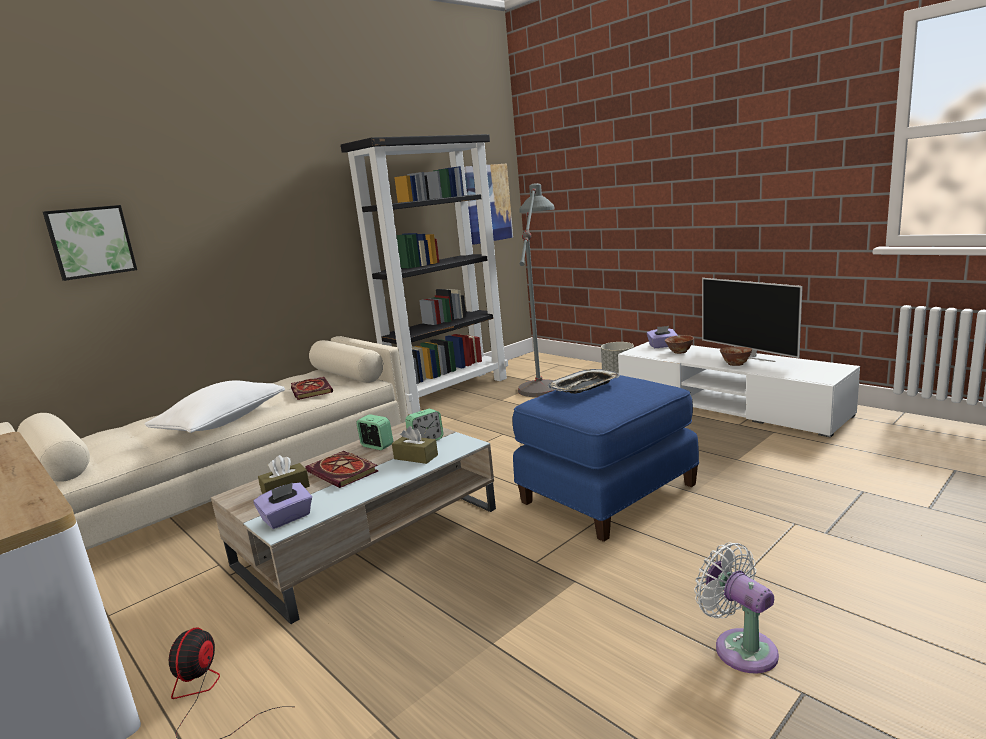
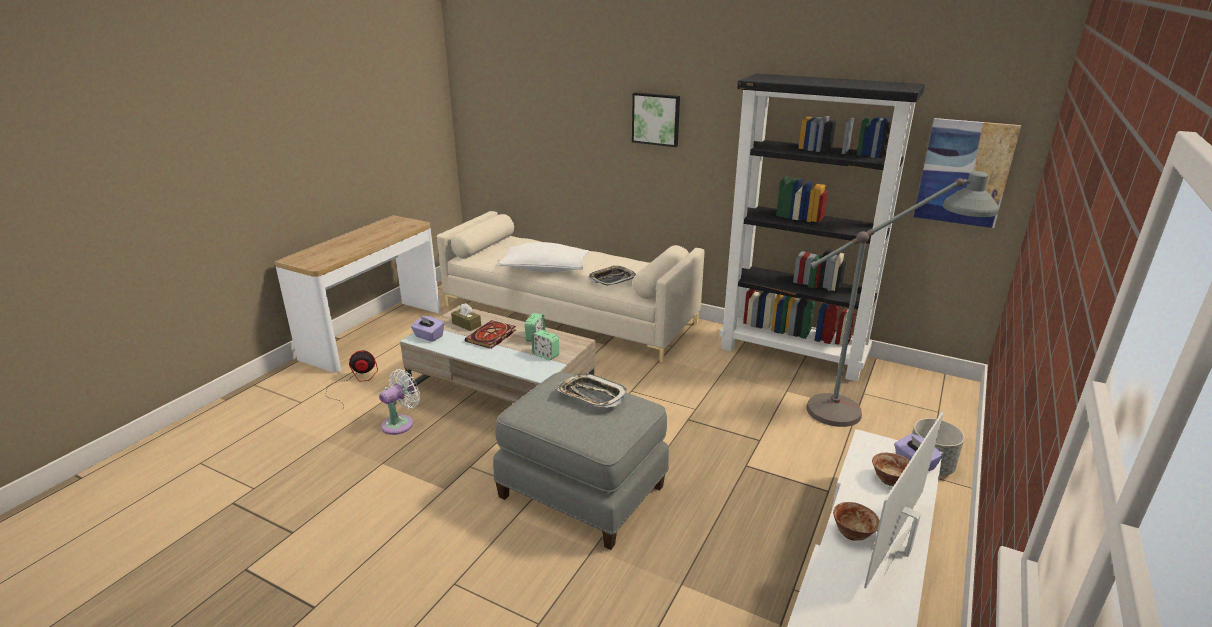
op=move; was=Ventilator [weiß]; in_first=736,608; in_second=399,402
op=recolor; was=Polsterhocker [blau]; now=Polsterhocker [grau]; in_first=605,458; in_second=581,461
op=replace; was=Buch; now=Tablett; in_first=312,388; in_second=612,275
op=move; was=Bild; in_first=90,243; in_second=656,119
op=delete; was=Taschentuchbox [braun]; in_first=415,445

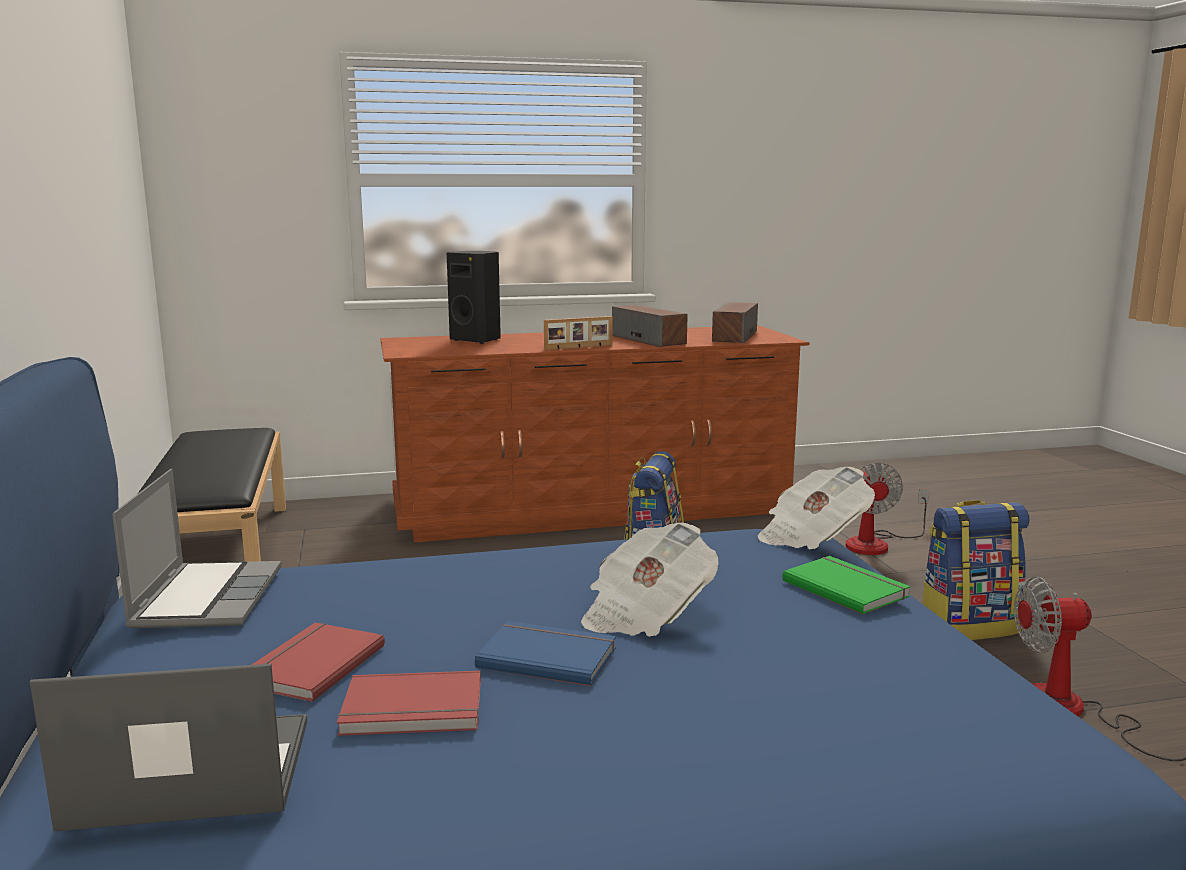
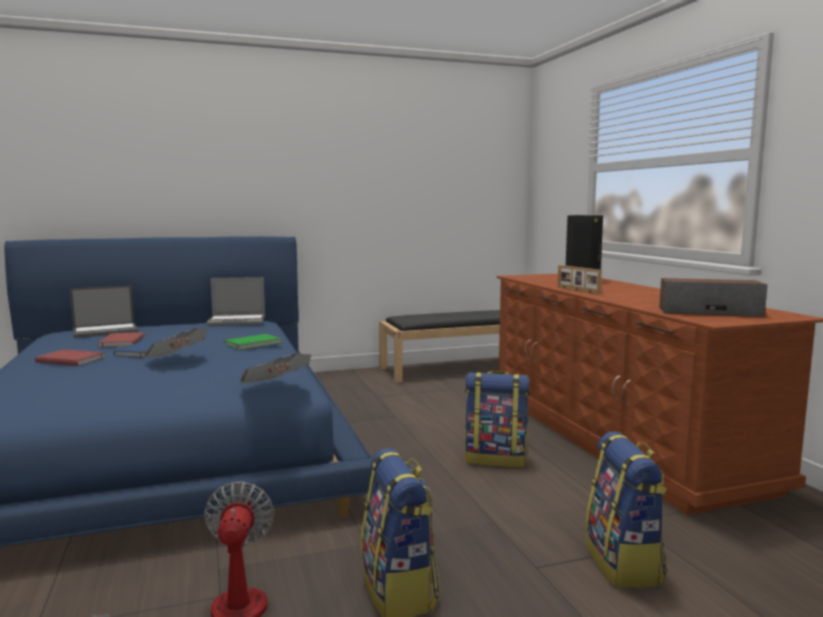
op=move; was=Buch [rot]; in_first=318,662; in_second=70,357
op=rotate; was=Laptop; in_first=168,747; in_second=104,311; clockwise=75
op=move; was=Buch [grün]; in_first=846,585; in_second=253,342
op=replace; was=Ventilator; now=Rucksack; in_first=888,509; in_second=626,509
op=delete; was=Lautsprecher; in_first=650,326

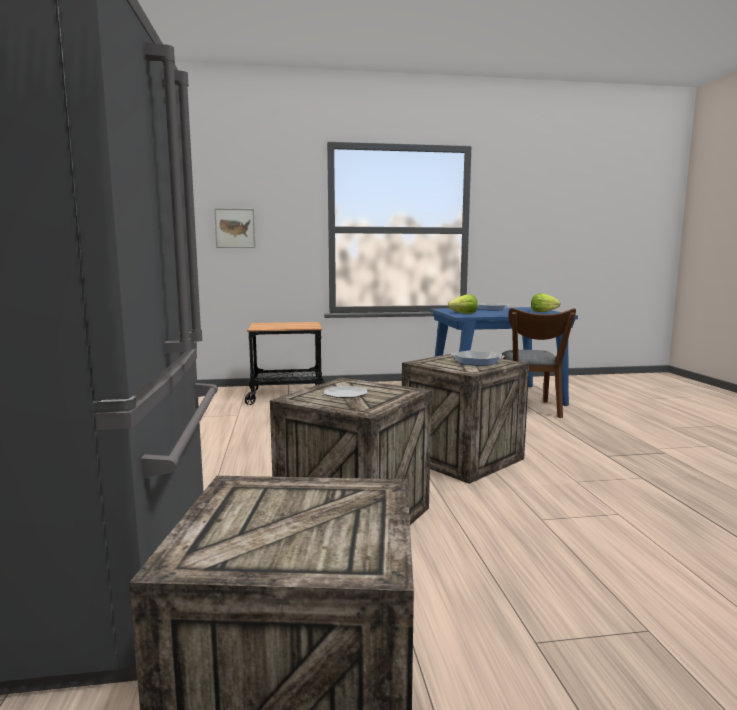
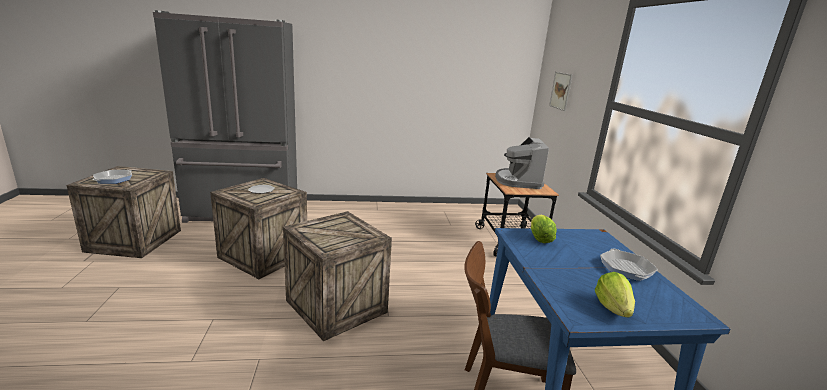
op=move; was=Pfanne; in_first=478,358; in_second=112,177
op=insert; now=Kaffeemaschine; in_second=522,163

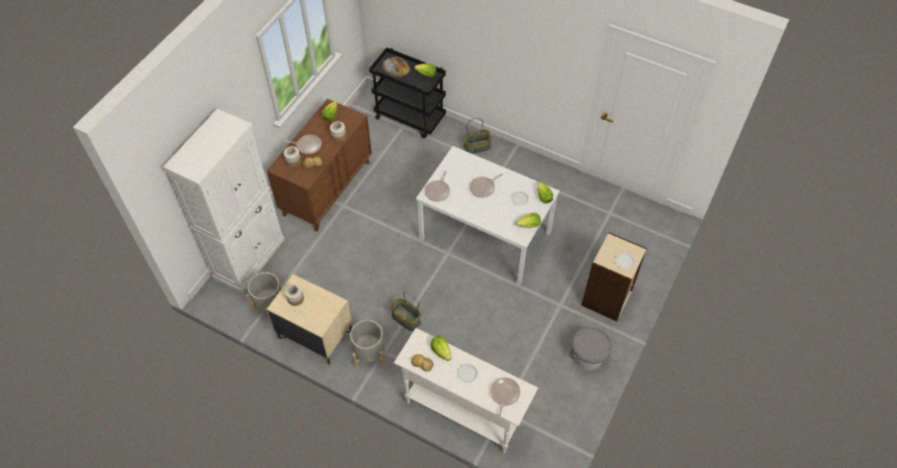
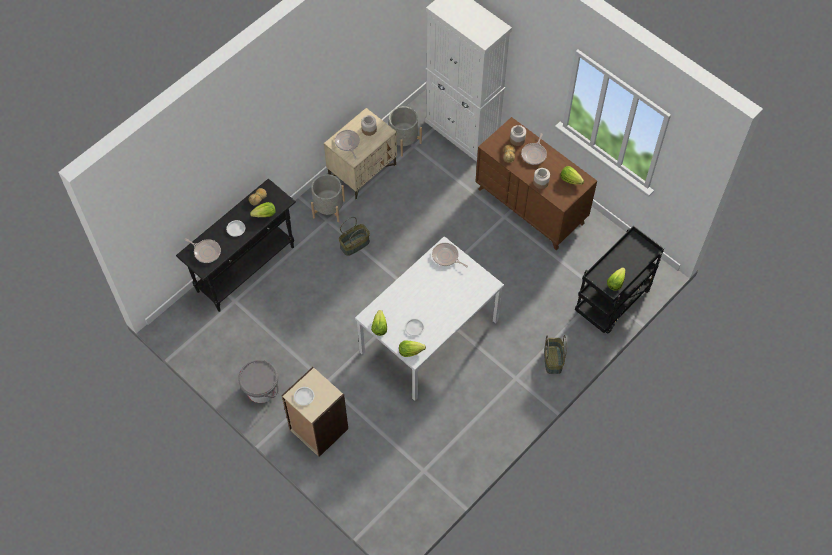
op=recolor; was=Konsolentisch [weiß]; now=Konsolentisch [schwarz]; in_first=466,390; in_second=236,245
op=move; was=Pfanne; in_first=486,186; in_second=347,144
op=delete; was=Brot; in_first=396,67

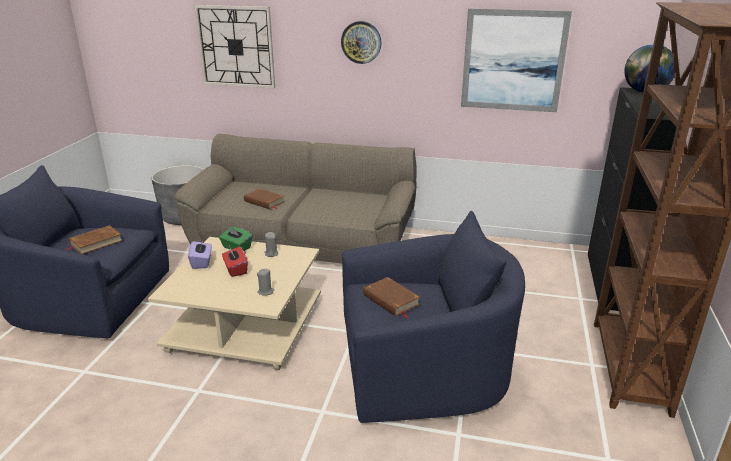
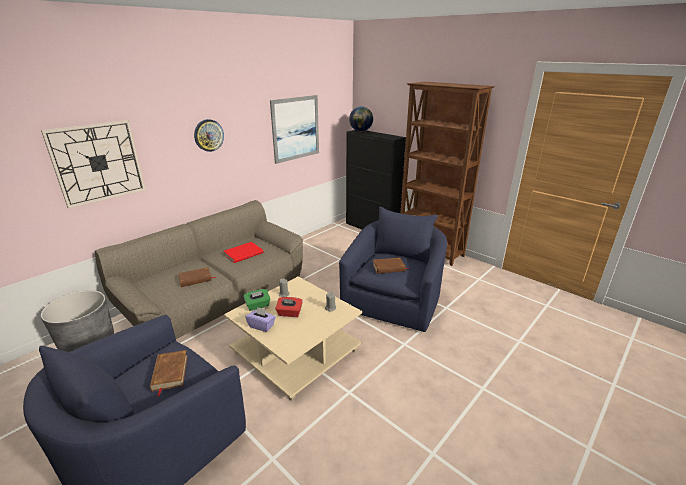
op=insert; now=Buch [rot]; in_second=243,252

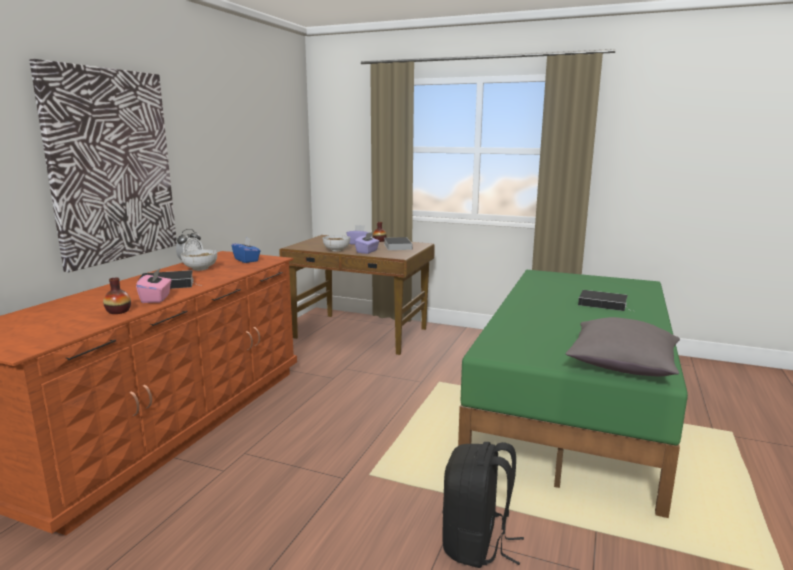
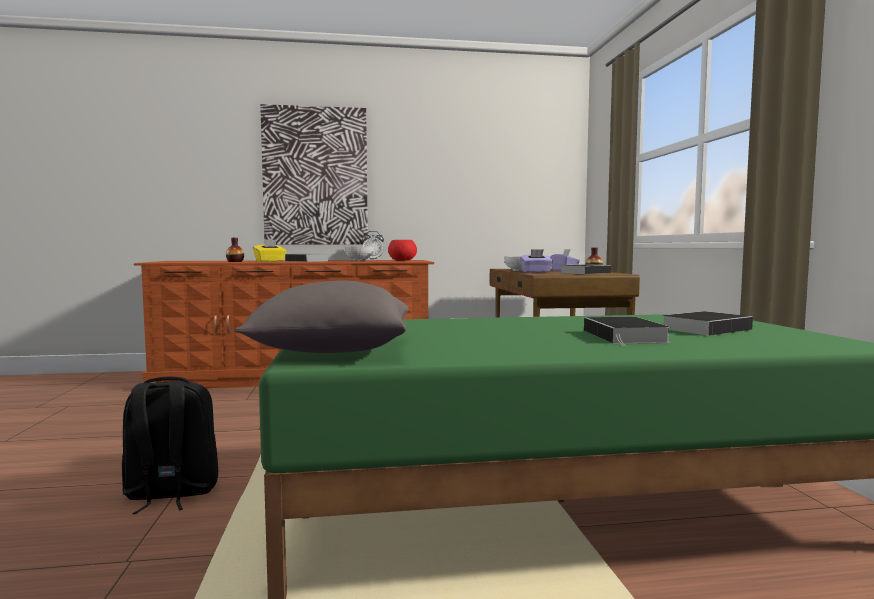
op=recolor; was=Taschentuchbox [rosa]; now=Taschentuchbox [gelb]; in_first=154,286; in_second=269,250
op=replace; was=Taschentuchbox [blau]; now=Schüssel [rot]; in_first=246,250; in_second=402,250
op=insert; now=Buch; in_second=709,323

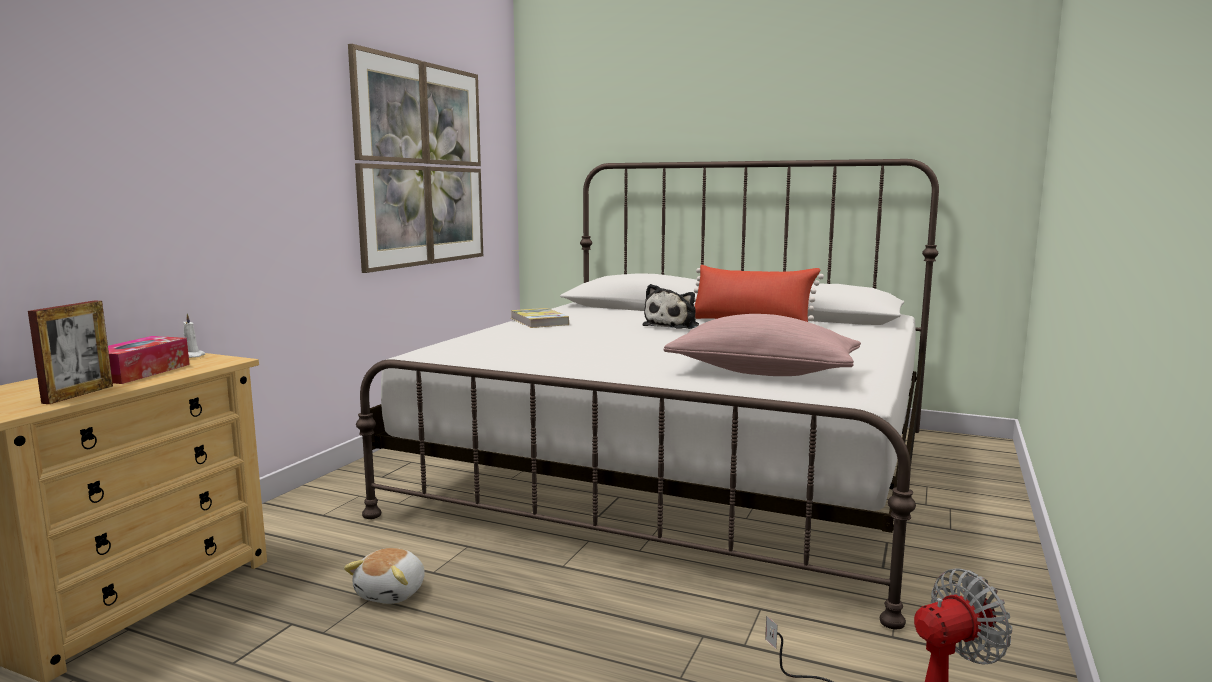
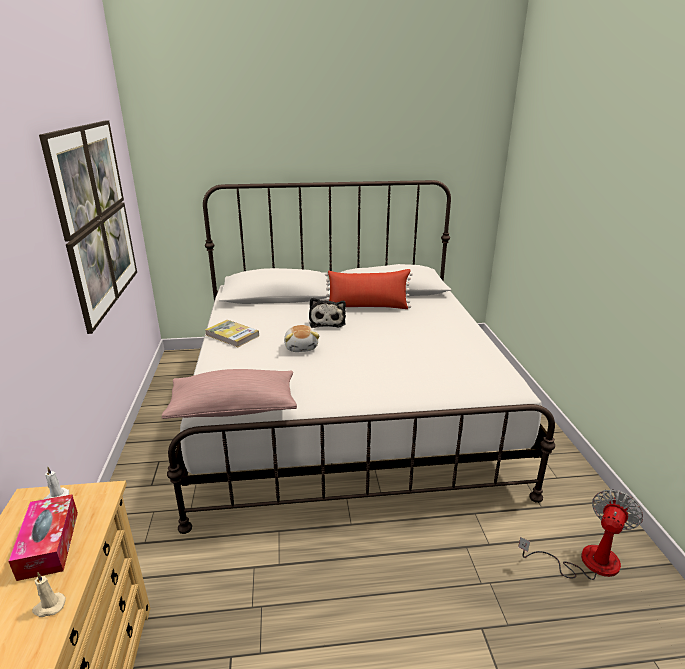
op=replace; was=Bilderrahmen; now=Kerze [beige]; in_first=70,352; in_second=49,594
op=move; was=Kissen [rosa]; in_first=762,345; in_second=229,394
op=move; was=Plüschtier; in_first=384,576; in_second=302,338

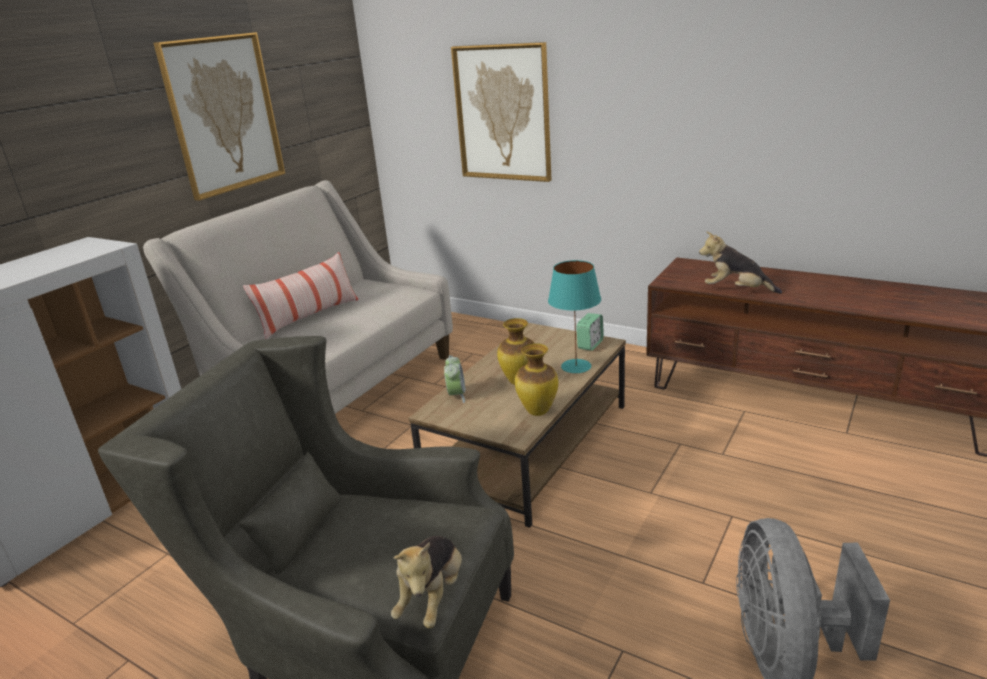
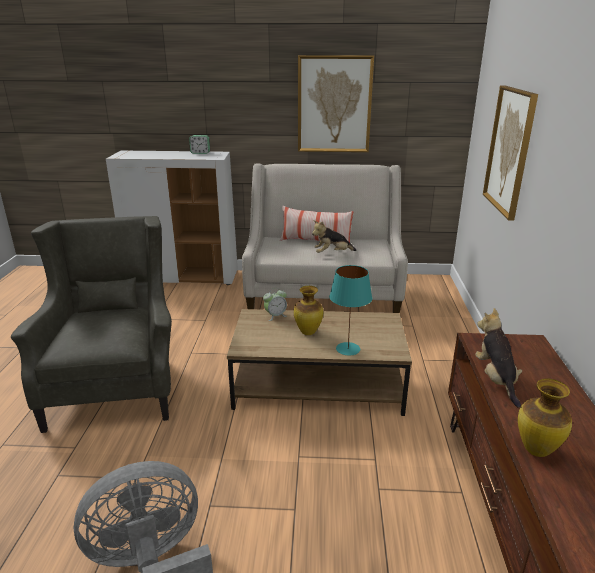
op=move; was=Wecker; in_first=590,332; in_second=199,144
op=move; was=Plüschtier; in_first=426,582; in_second=334,236
op=move; was=Vase; in_first=536,379; in_second=545,417

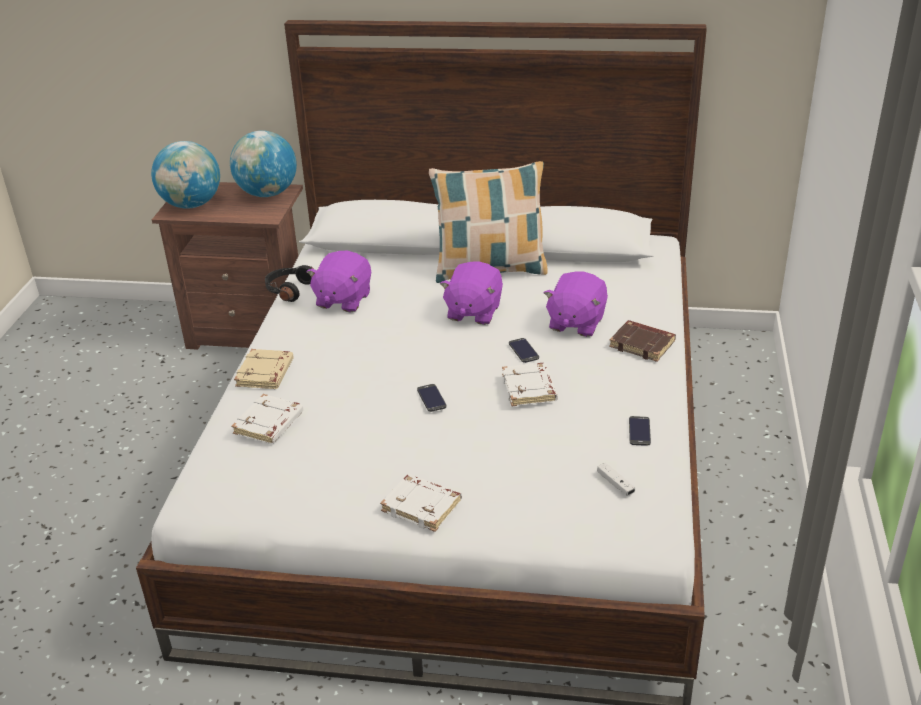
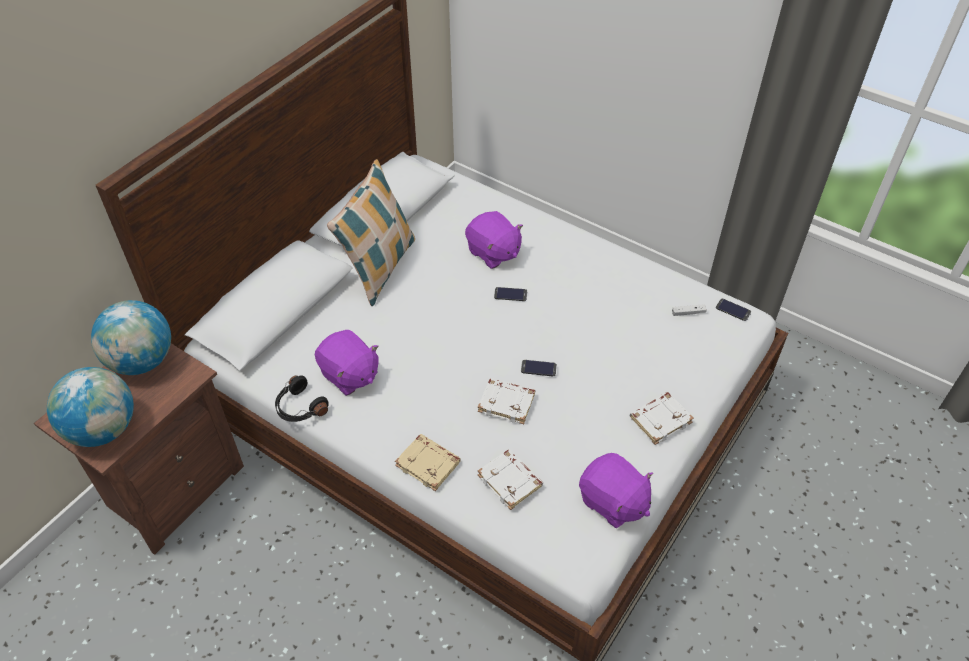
op=move; was=Buch [weiß]; in_first=529,384; in_second=506,401
op=move; was=Plüschtier [lila]; in_first=471,293; in_second=616,490
op=move; was=Handy; in_first=640,431; in_second=733,310
op=delete; was=Buch [braun]; in_first=642,341

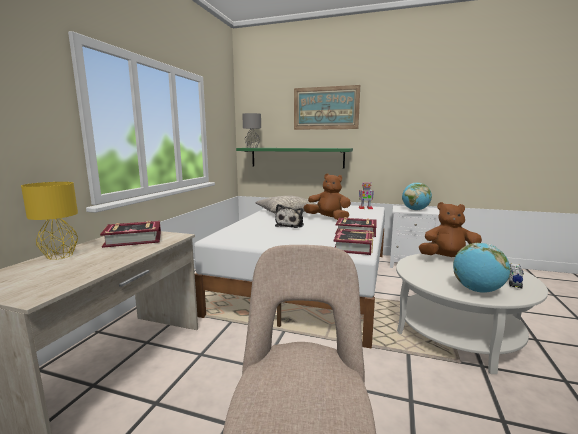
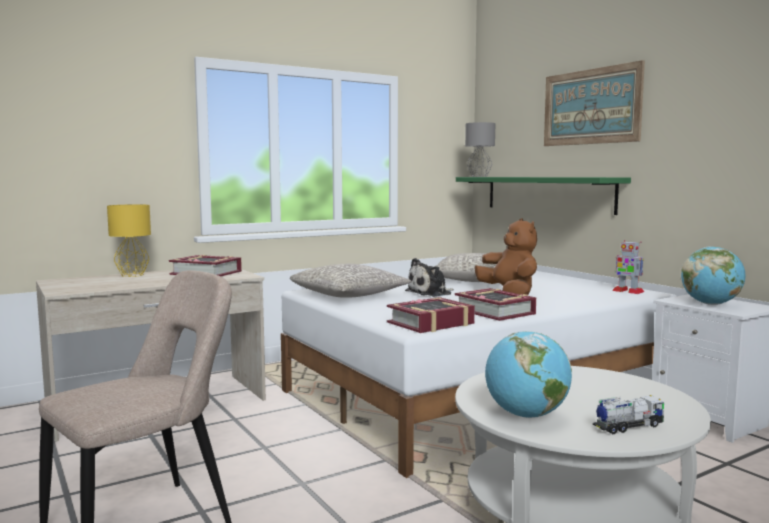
op=insert; now=Kissen [grau]; in_second=351,281
op=delete; was=Plüschtier [braun]; in_first=450,229

